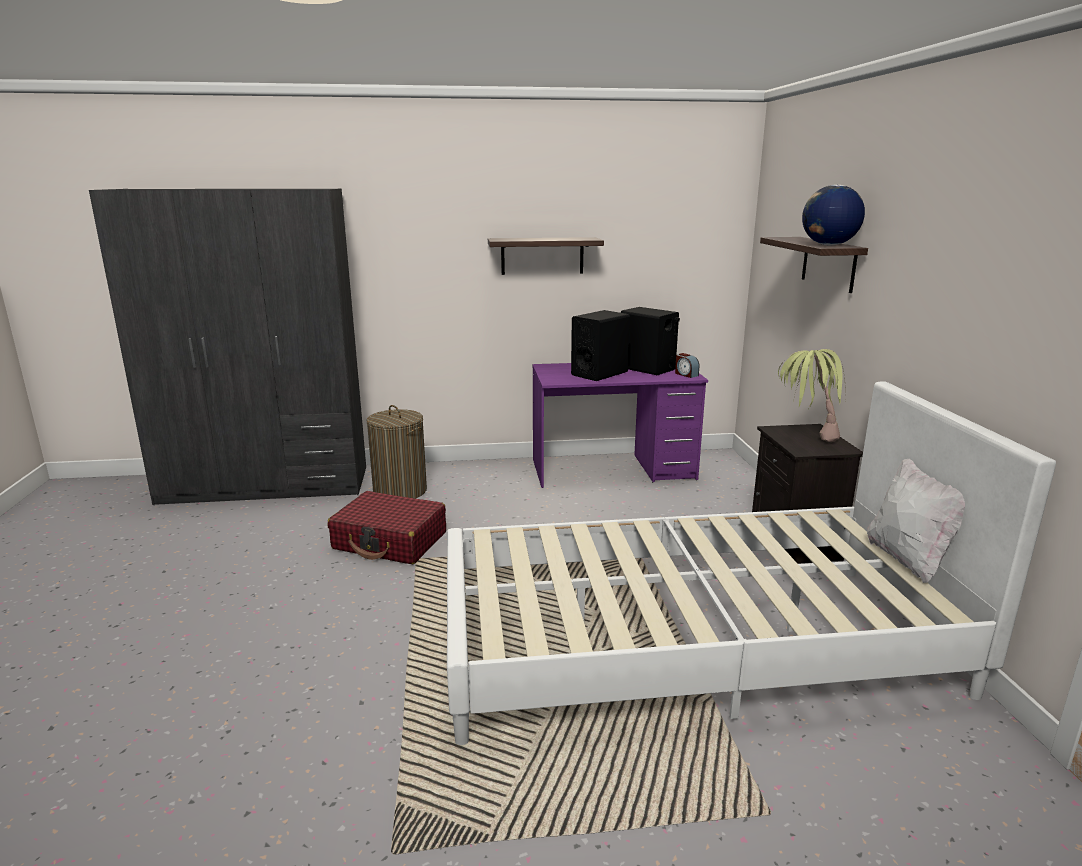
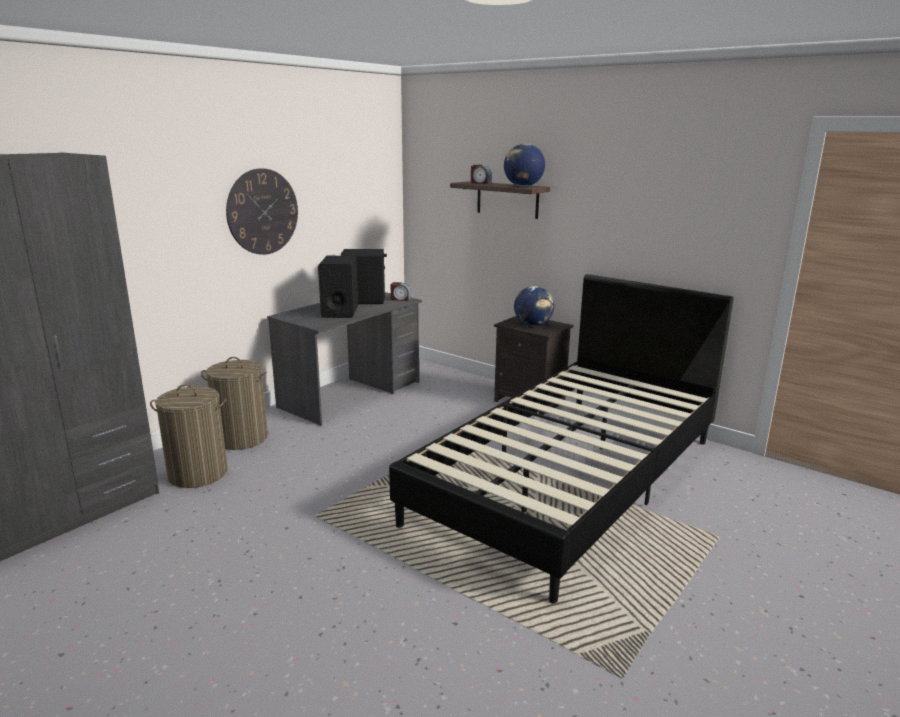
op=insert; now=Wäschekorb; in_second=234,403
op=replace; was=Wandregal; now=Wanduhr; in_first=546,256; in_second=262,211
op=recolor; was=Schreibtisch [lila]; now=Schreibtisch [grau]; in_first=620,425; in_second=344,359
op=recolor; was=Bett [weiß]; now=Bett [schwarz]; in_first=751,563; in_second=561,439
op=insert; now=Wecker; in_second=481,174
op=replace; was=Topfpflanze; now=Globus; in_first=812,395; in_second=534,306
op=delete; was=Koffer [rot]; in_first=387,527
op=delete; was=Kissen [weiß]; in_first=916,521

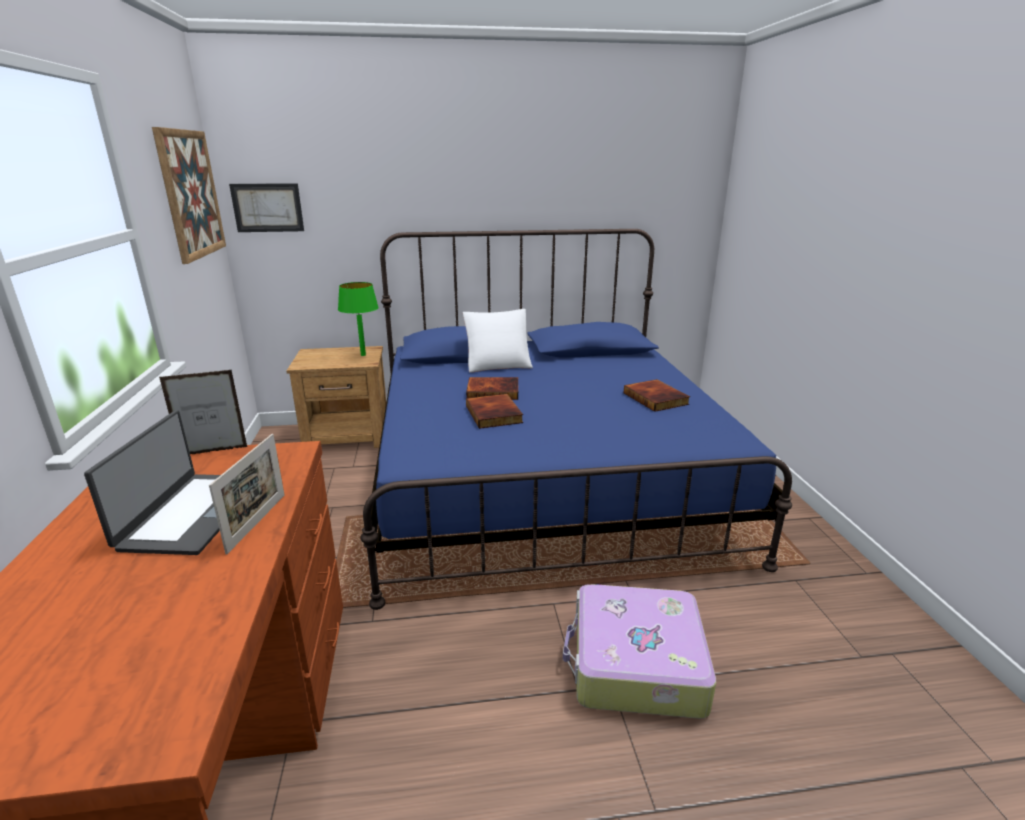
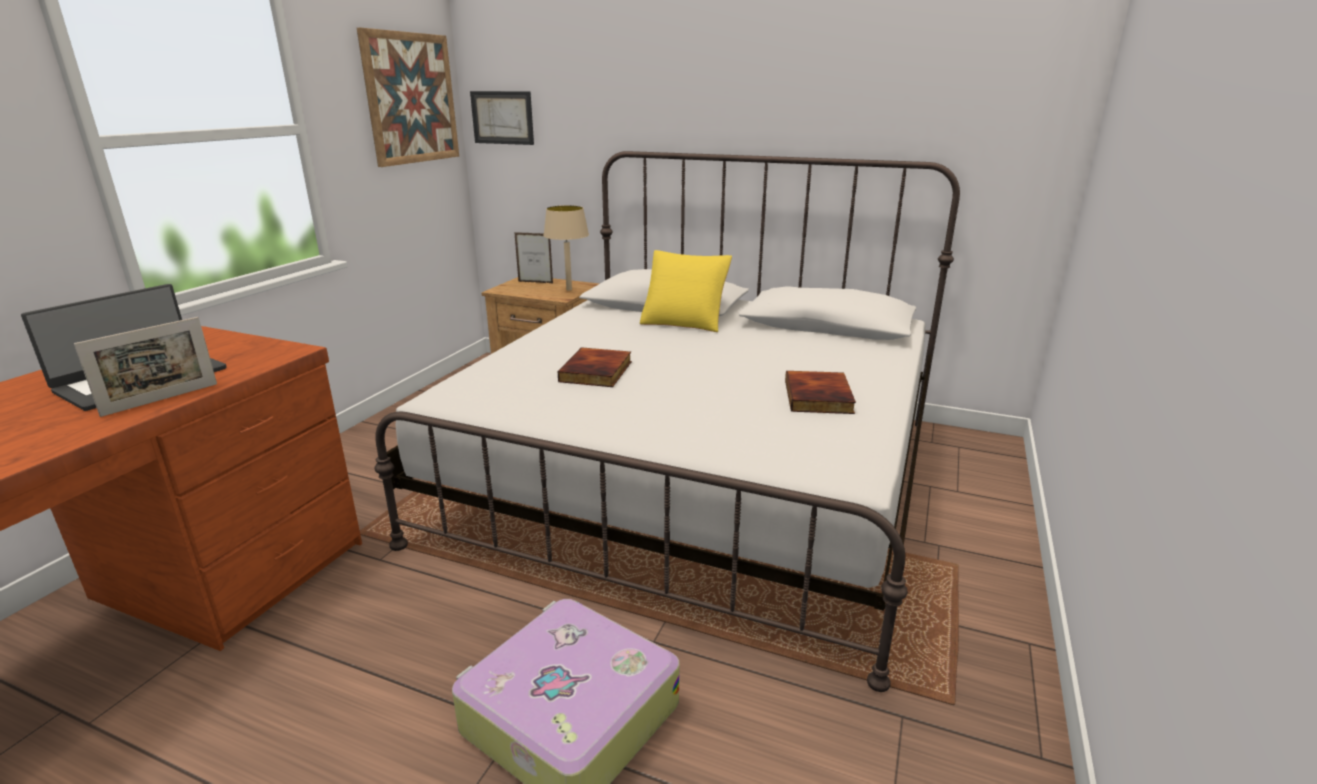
op=recolor; was=Bett [blau]; now=Bett [weiß]; in_first=576,419; in_second=667,421
op=move; was=Bilderrahmen; in_first=203,412; in_second=533,258
op=recolor; was=Tischlampe [grün]; now=Tischlampe [beige]; in_first=358,319; in_second=566,248
op=recolor; was=Kissen [weiß]; now=Kissen [gelb]; in_first=498,341; in_second=686,291
op=delete; was=Buch; in_first=492,388

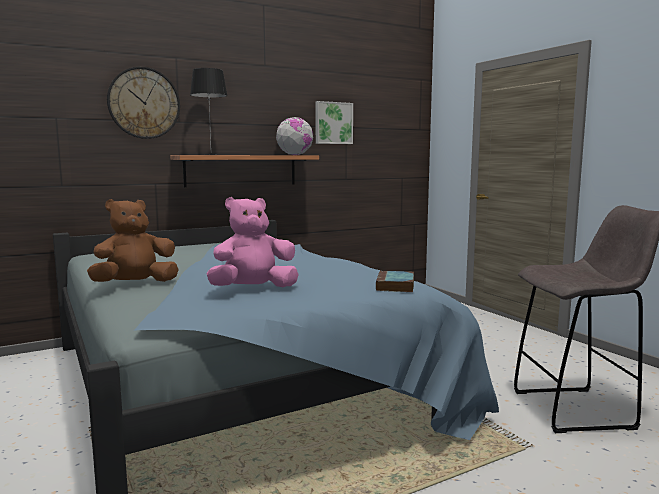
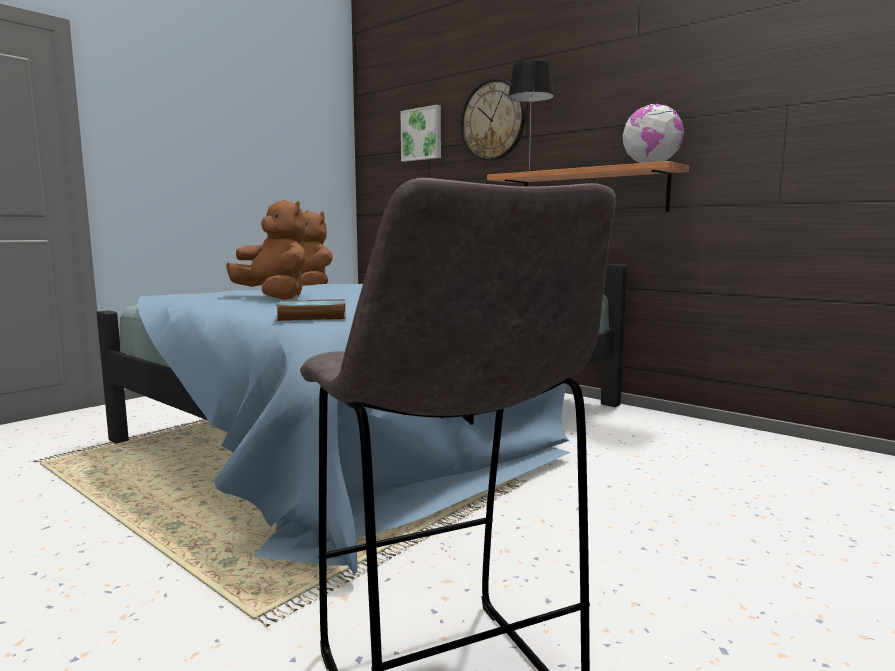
op=recolor; was=Plüschtier [rosa]; now=Plüschtier [braun]; in_first=252,242; in_second=266,250
op=move; was=Bild; in_first=334,122; in_second=420,133

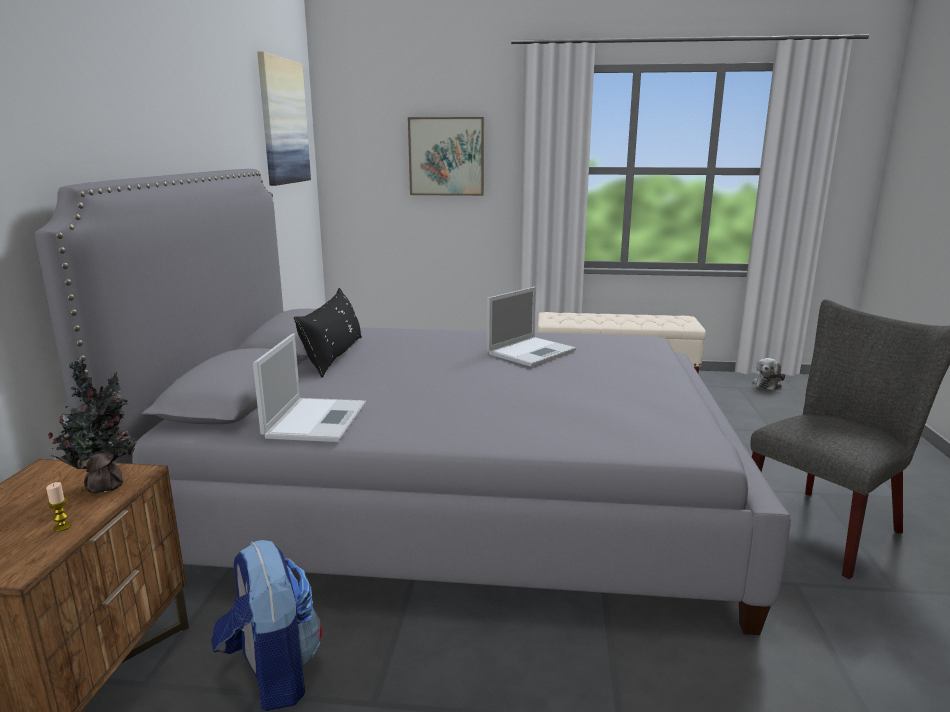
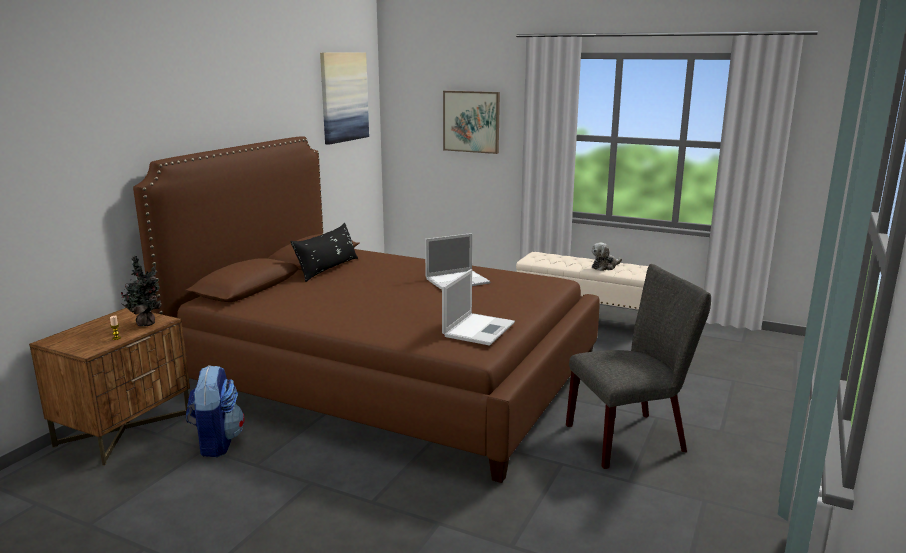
op=recolor; was=Bett [grau]; now=Bett [braun]; in_first=412,402; in_second=366,309
op=move; was=Laptop; in_first=309,388; in_second=478,307
op=move; was=Plüschtier; in_first=769,374; in_second=607,256

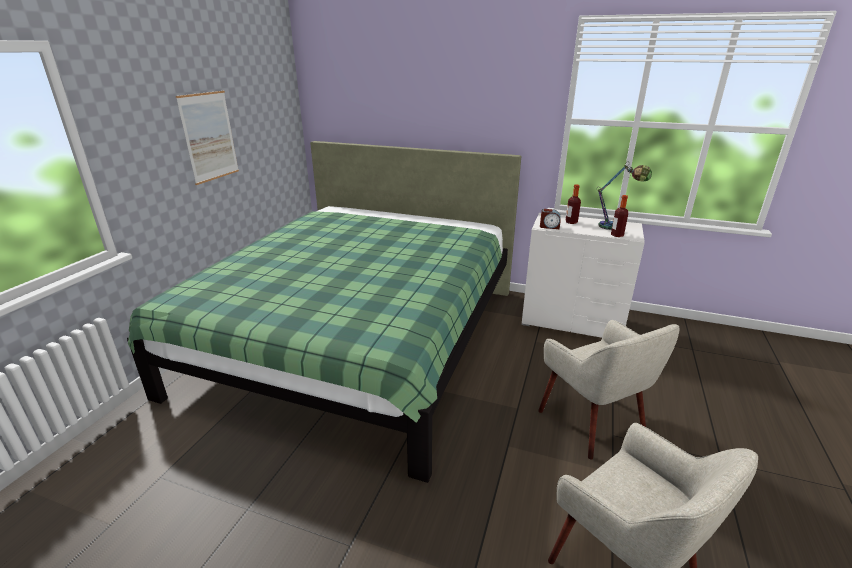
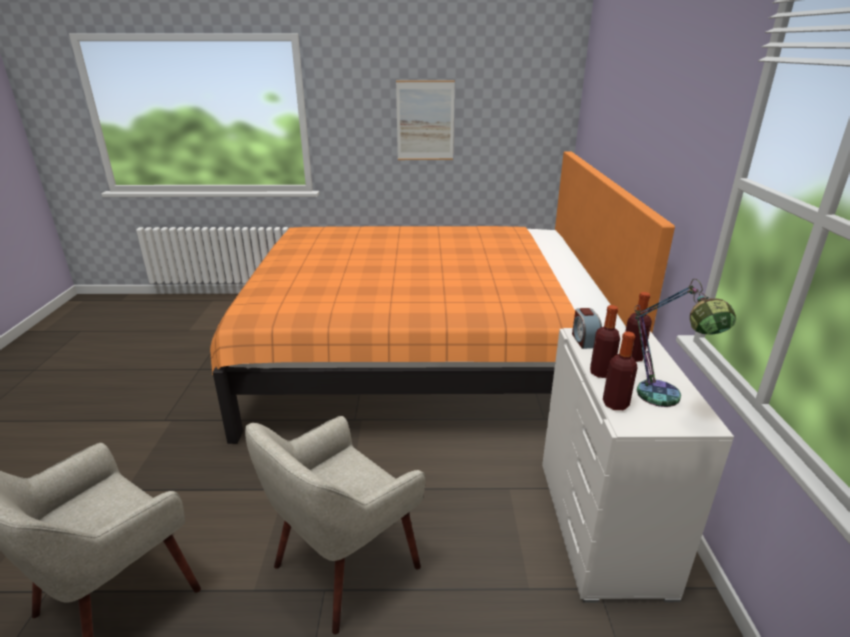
op=recolor; was=Bett [grün]; now=Bett [orange]; in_first=324,312; in_second=442,297
op=insert; now=Flasche; in_second=605,341

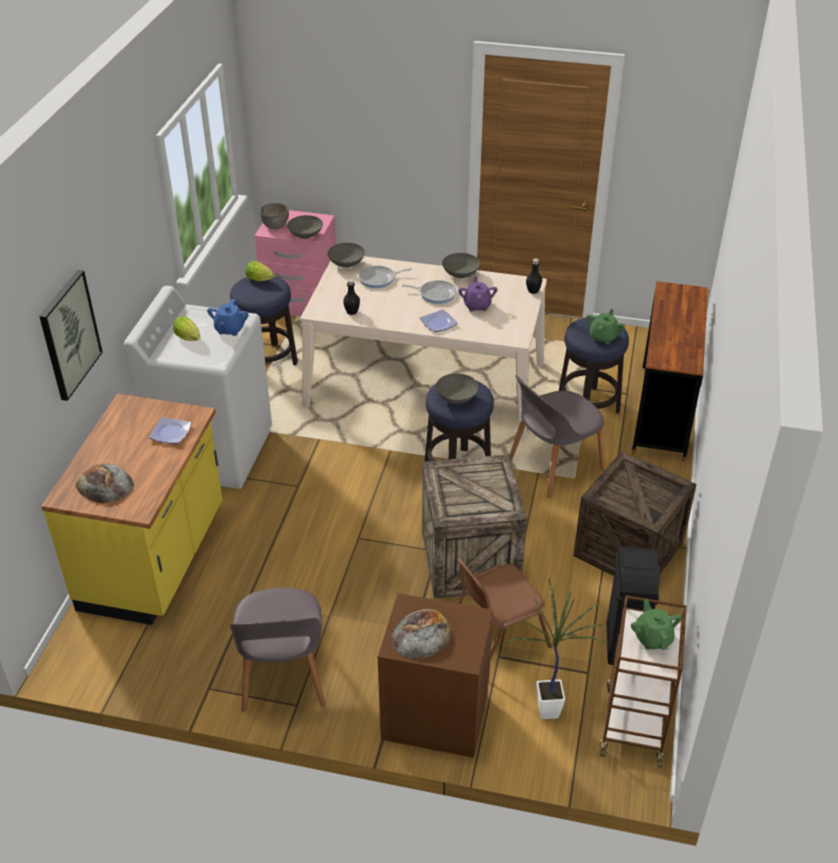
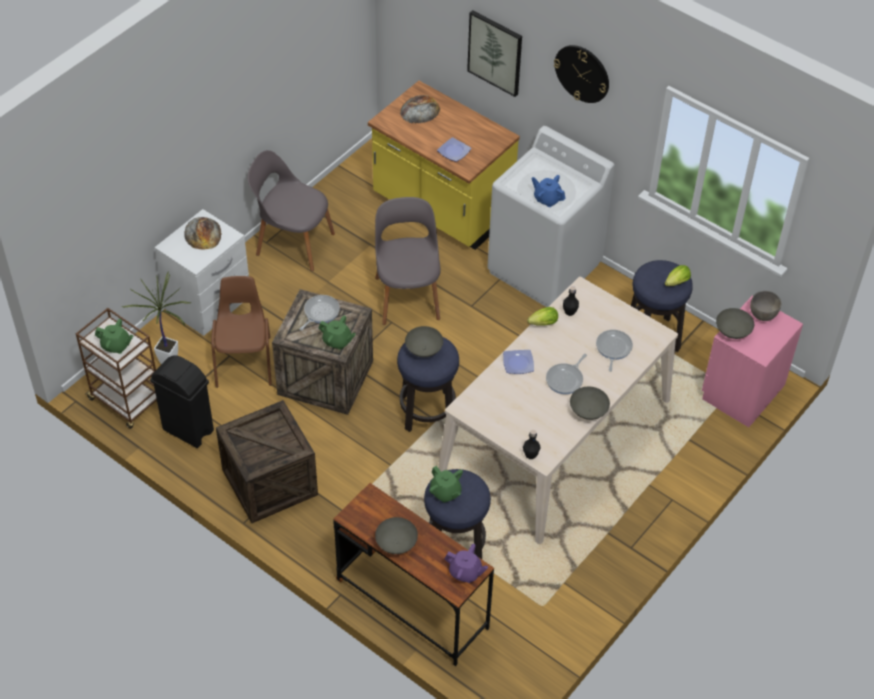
op=recolor; was=Nachttisch [braun]; now=Nachttisch [weiß]; in_first=436,675; in_second=201,272
op=insert; now=Pfanne; in_second=319,313
op=insert; now=Teekanne [grün]; in_second=337,333
op=move; was=Stuhl [grau]; in_first=557,436; in_second=408,261
op=move; was=Schüssel [grau]; in_first=346,255; in_second=396,535
op=move; was=Teekanne [lila]; in_first=478,294; in_second=466,563
op=move; was=Salatkopf; in_first=187,328; in_second=542,316
op=insert; now=Wanduhr; in_second=581,74

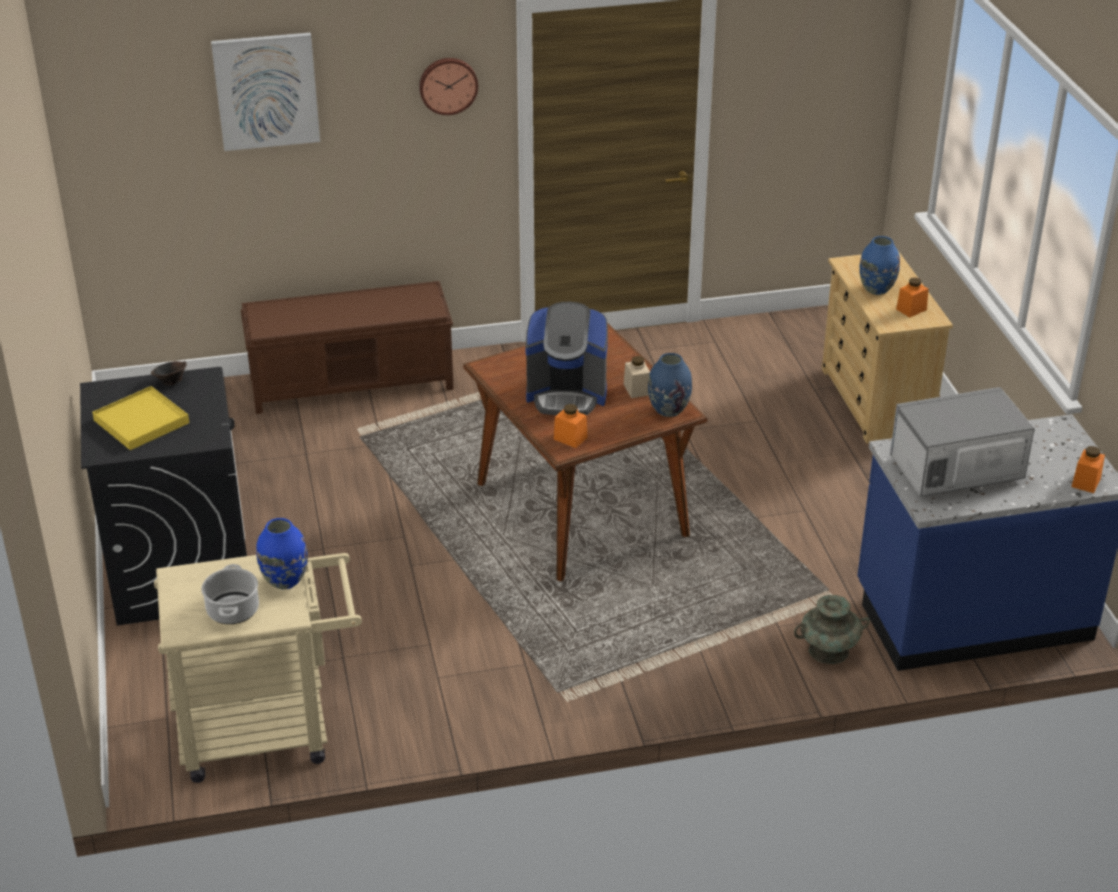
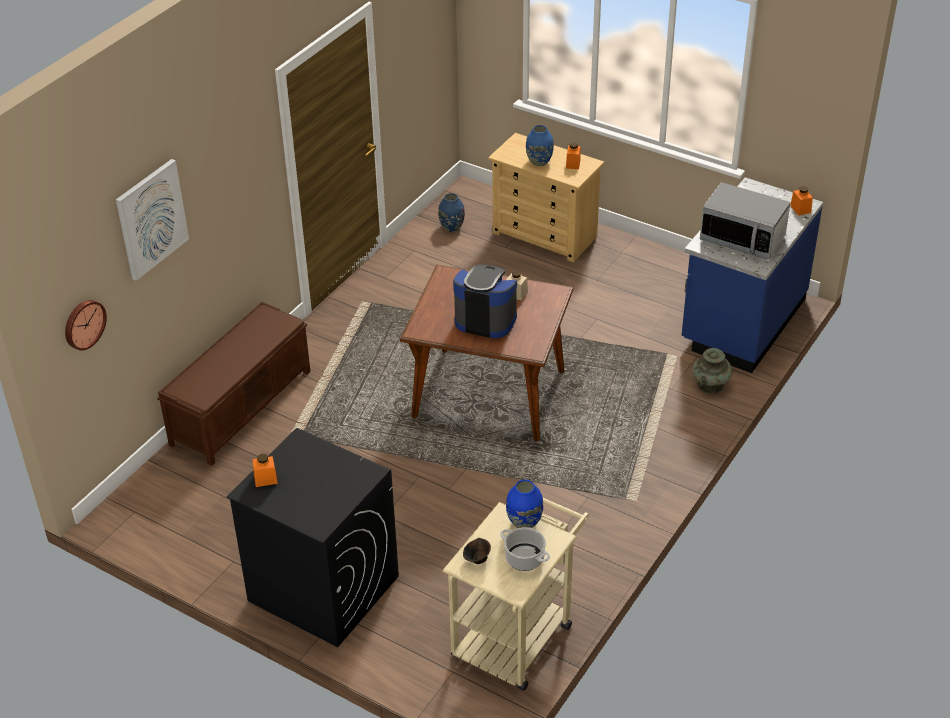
op=move; was=Wanduhr; in_first=448,86; in_second=86,325
op=move; was=Vorratsglas [orange]; in_first=571,426; in_second=265,470
op=move; was=Vase [blau]; in_first=670,385; in_second=451,212
op=rotate; was=Kaffeemaschine; in_first=567,358; in_second=485,301; clockwise=-120
op=move; was=Schüssel [braun]; in_first=169,373; in_second=477,550
op=rotate; was=Mikrowelle; in_first=962,442; in_second=745,221; clockwise=-90
op=delete; was=Tablett [gelb]; in_first=140,418

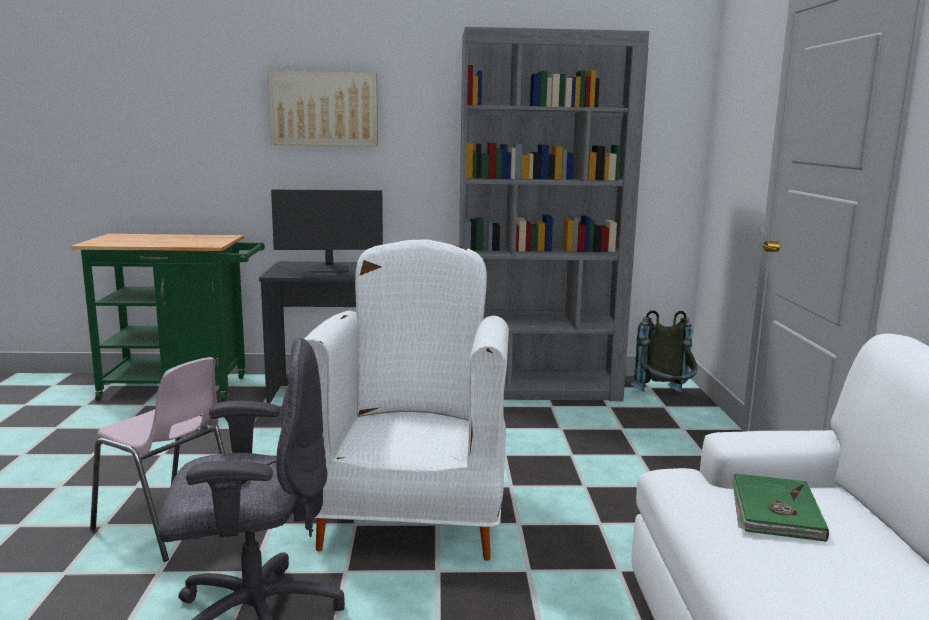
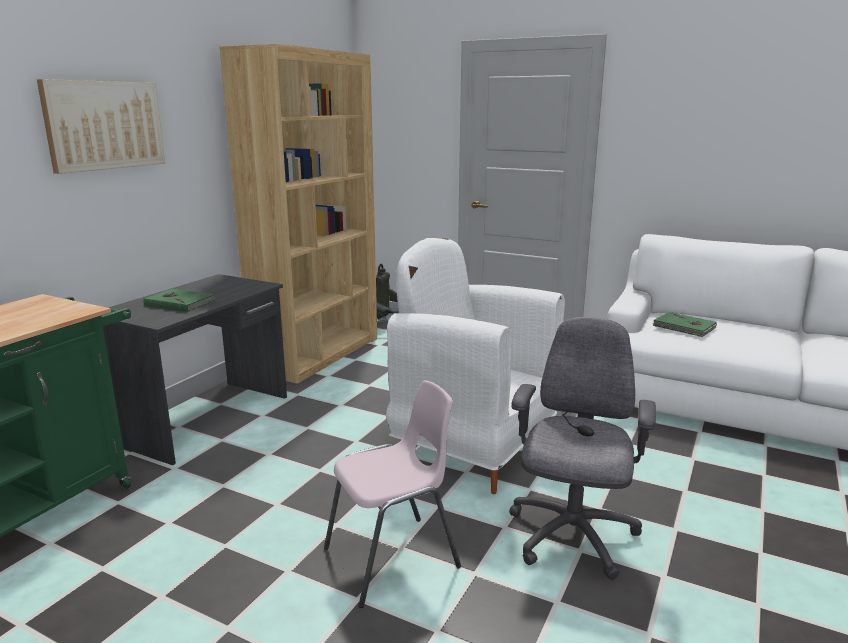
op=replace; was=Monitor; now=Buch [grün]; in_first=327,231; in_second=179,300
op=recolor; was=Bücherregal [grau]; now=Bücherregal [braun]; in_first=554,214; in_second=298,214

